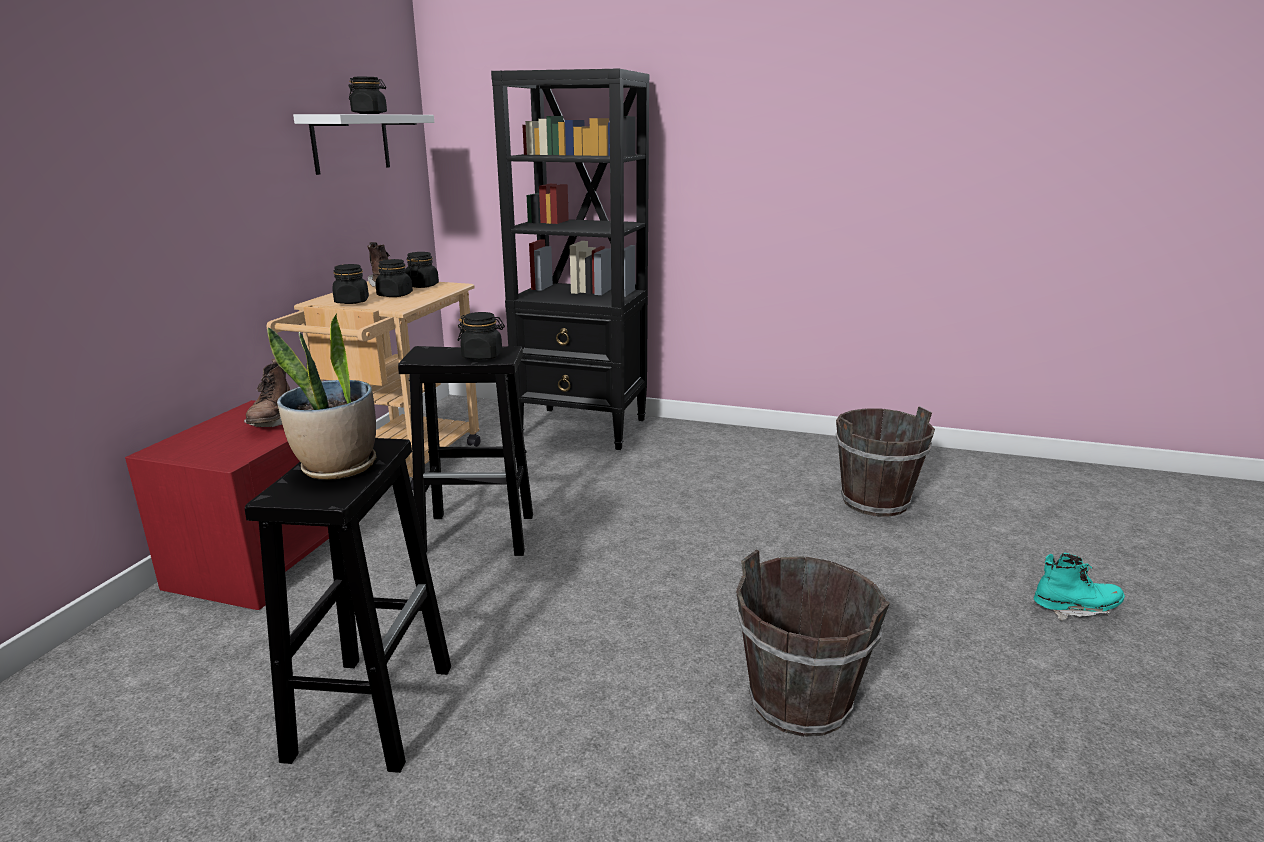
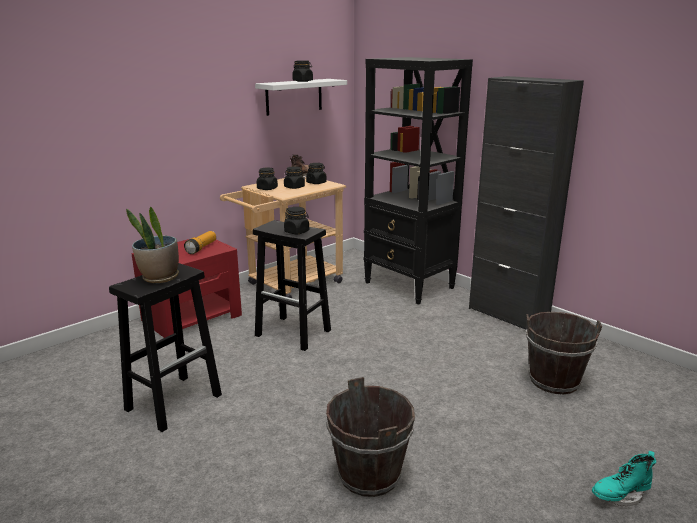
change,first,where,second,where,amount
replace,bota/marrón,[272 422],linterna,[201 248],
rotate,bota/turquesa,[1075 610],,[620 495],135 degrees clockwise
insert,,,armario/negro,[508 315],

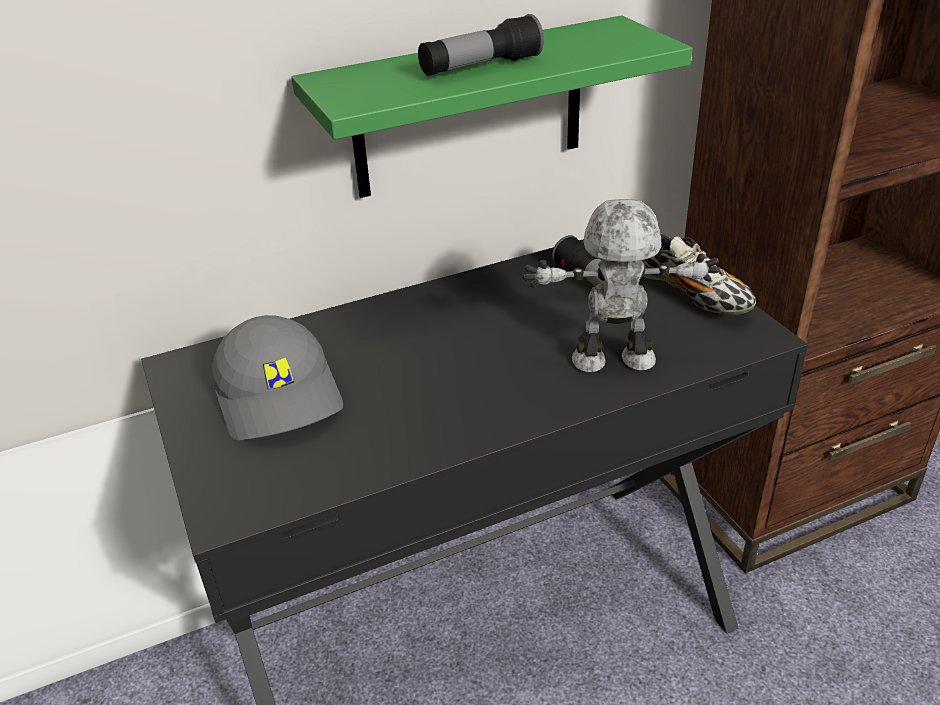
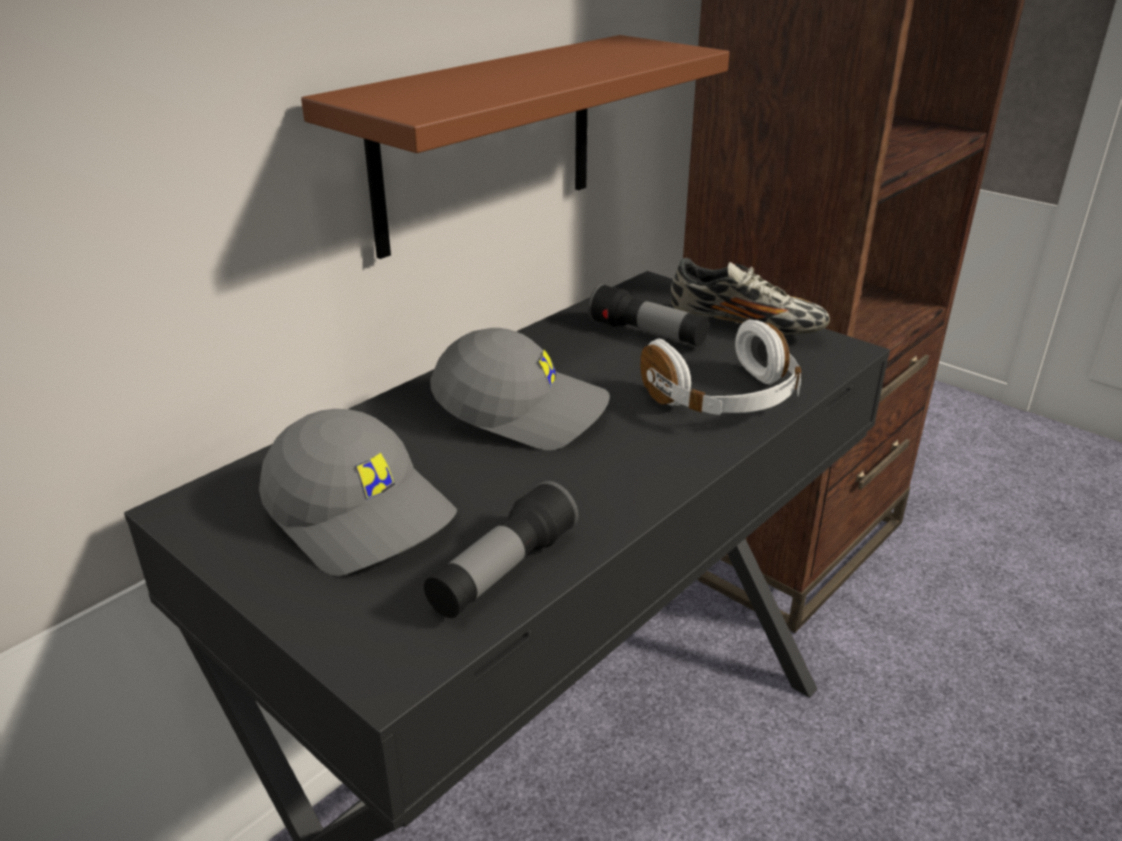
change,first,where,second,where,amount
recolor,estante/verde,[469 109],estante/marrón,[486 143],
move,linterna,[480 67],,[503 571],
replace,robot de juguete,[614 363],auriculares/blanco,[725 399],
insert,,,gorra/gris,[522 409],

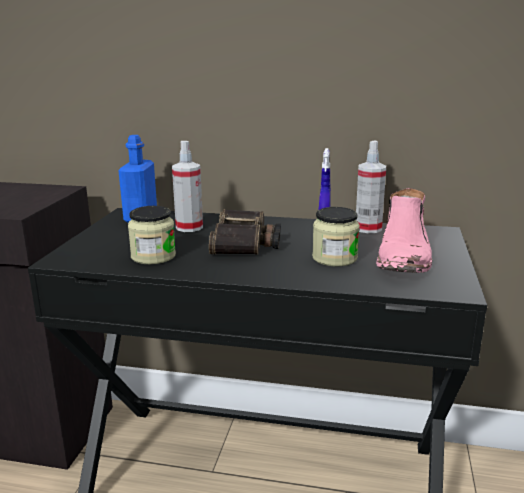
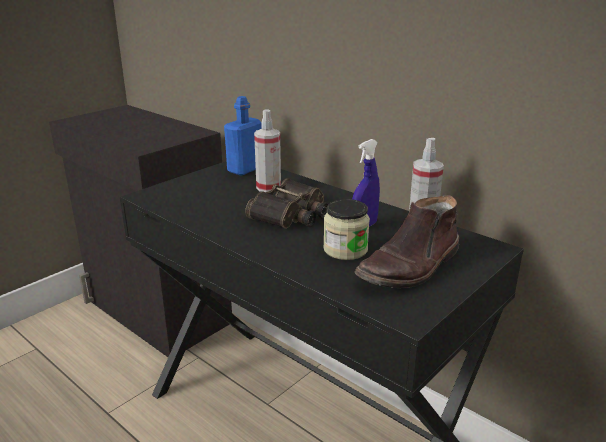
change,first,where,second,where,amount
delete,tarro,[153 256],,,
recolor,bota/rosa,[404 257],bota/marrón,[411 267],

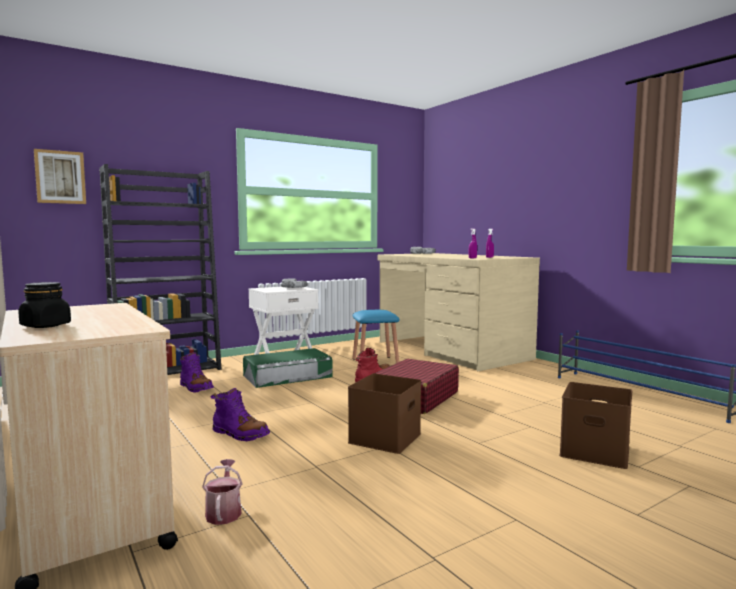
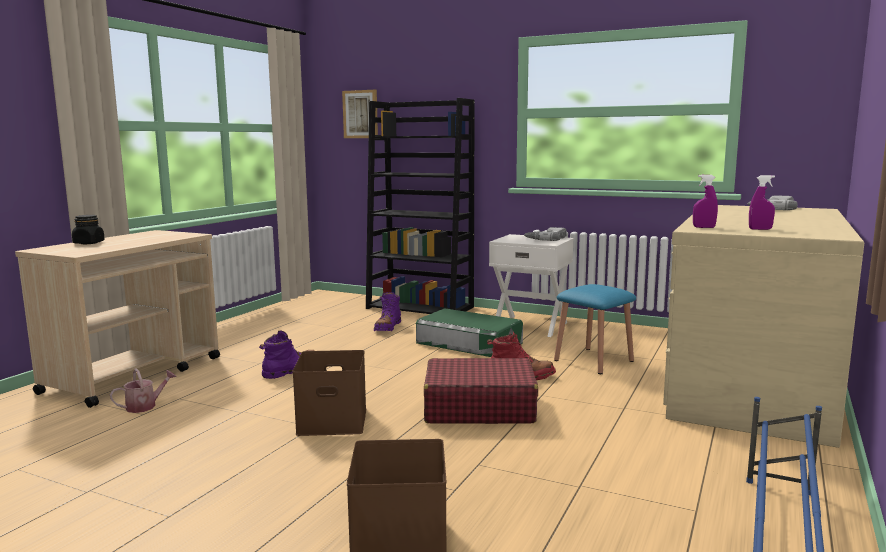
change,first,where,second,where,amount
rotate,bota/morado,[240 434],,[291 370],135 degrees counterclockwise

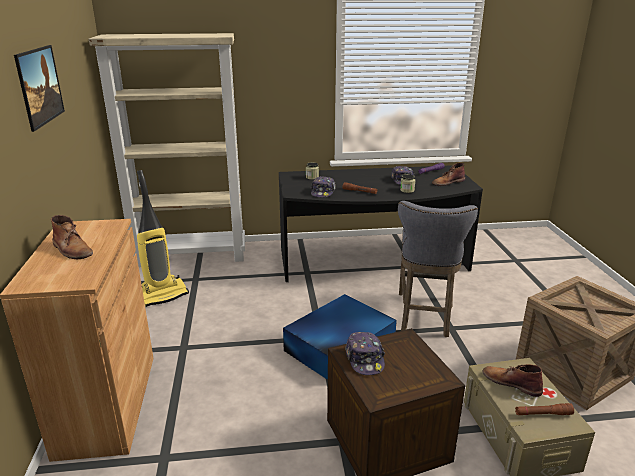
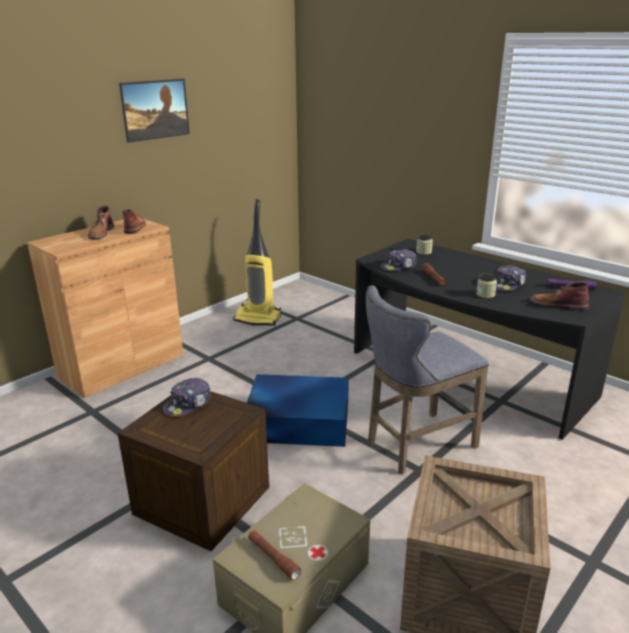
change,first,where,second,where,amount
delete,estantería/beis,[191 255],,,
move,bota/marrón,[511 382],,[135 227],

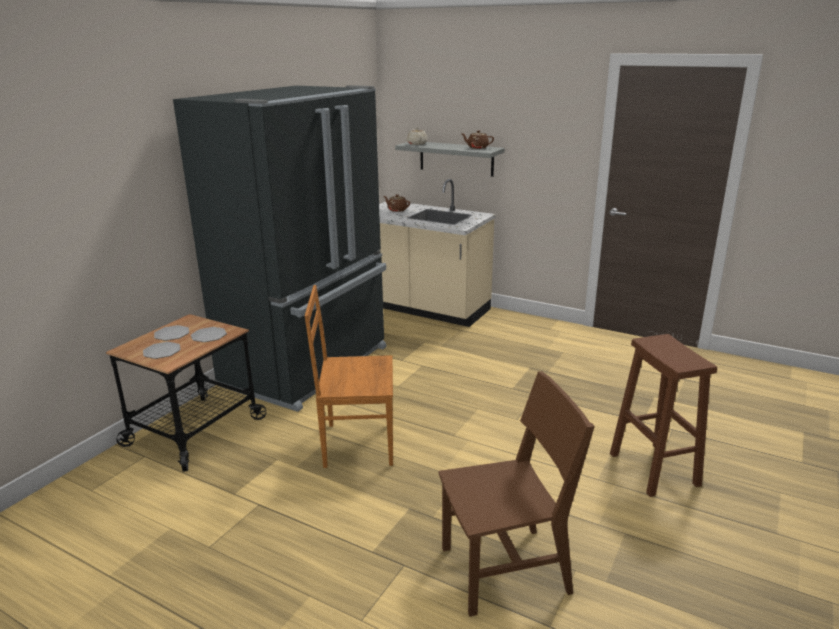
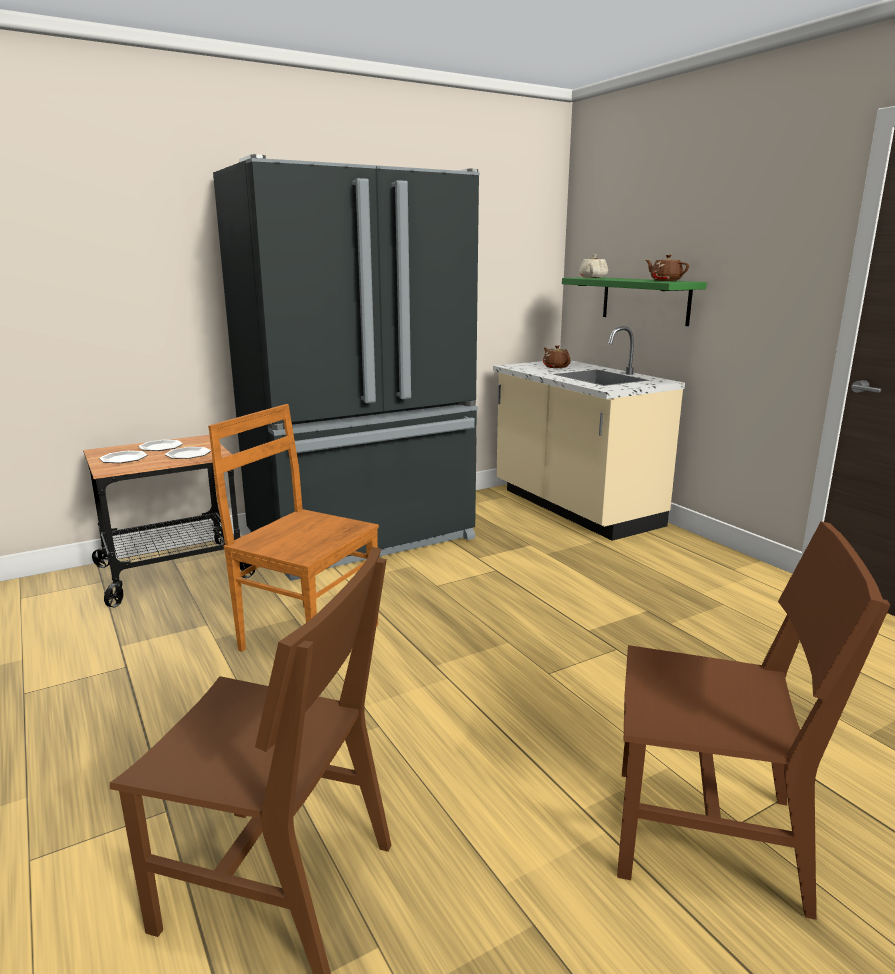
change,first,where,second,where,amount
recolor,estante/gris,[456 158],estante/verde,[645 300],
replace,taburete/marrón,[655 470],silla/marrón,[707 837],

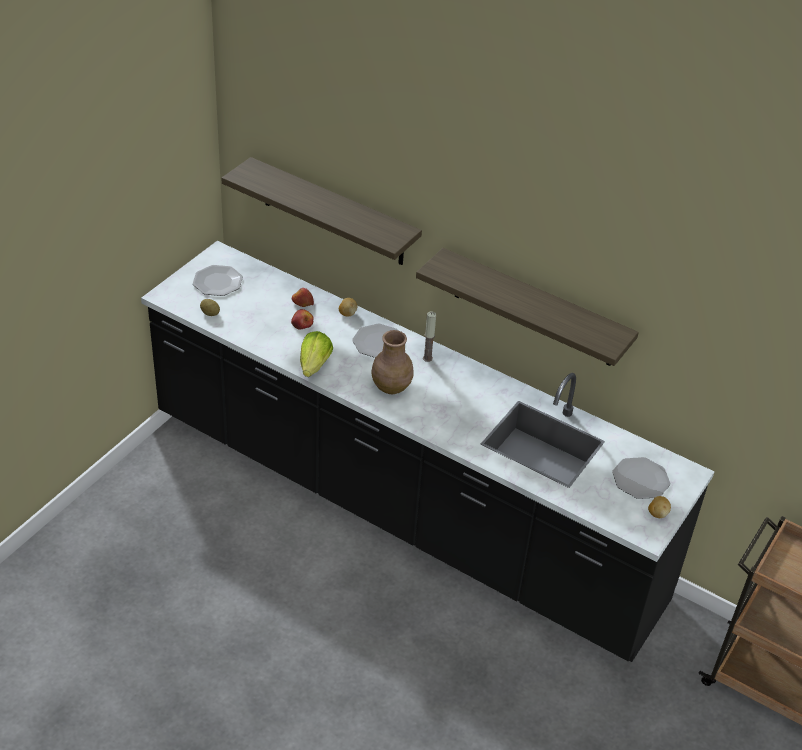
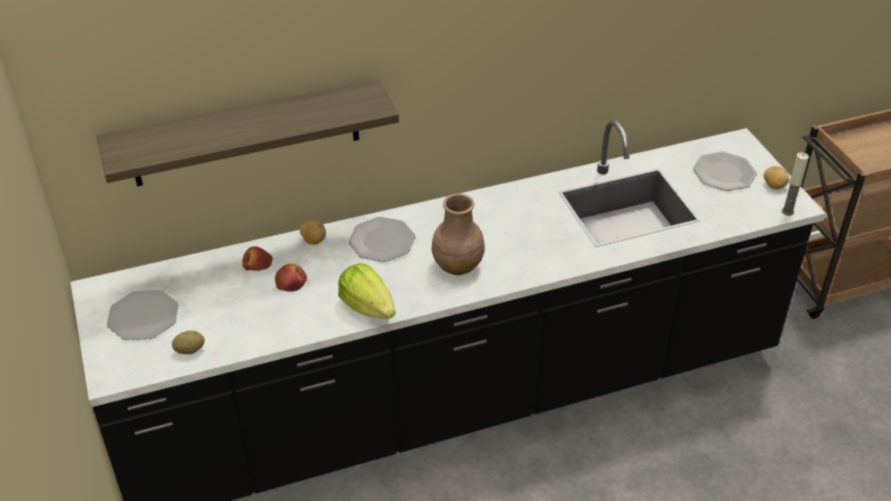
change,first,where,second,where,amount
delete,estante,[534 309],,,
move,vela,[427 358],,[787 211],

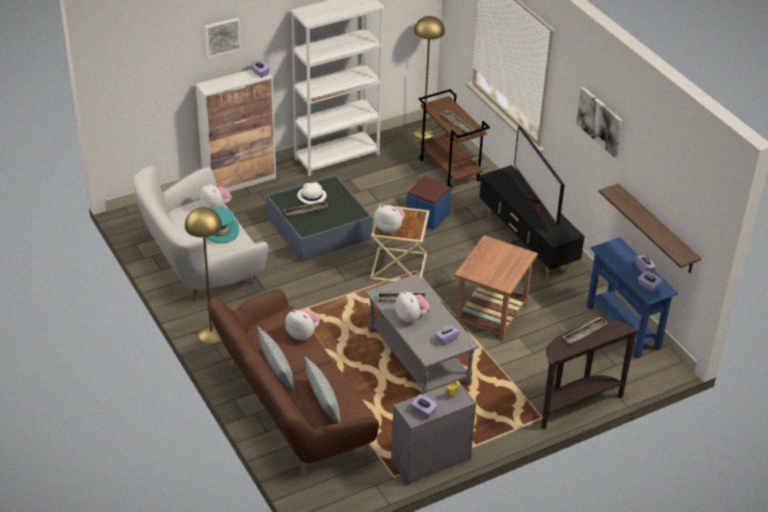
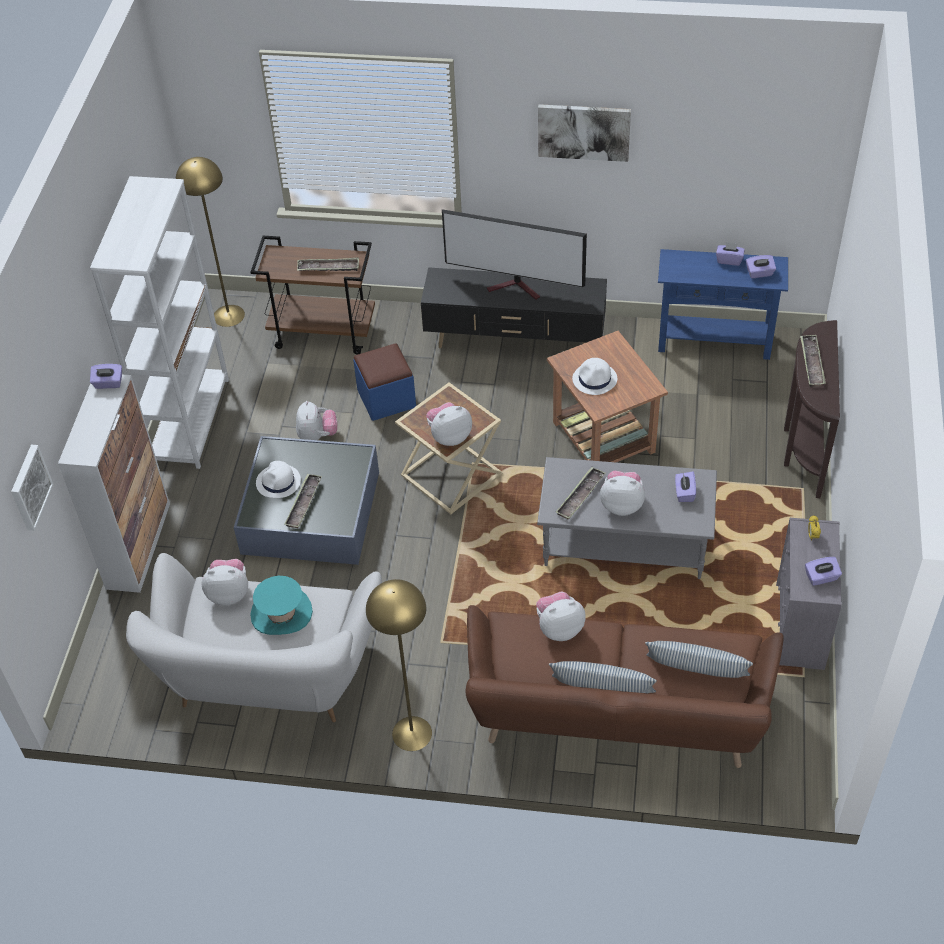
change,first,where,second,where,amount
move,cuadro,[222 36],,[29 487],
delete,estante,[656 229],,,
insert,,,peluche,[317 436],
insert,,,sombrero/blanco,[595 379],

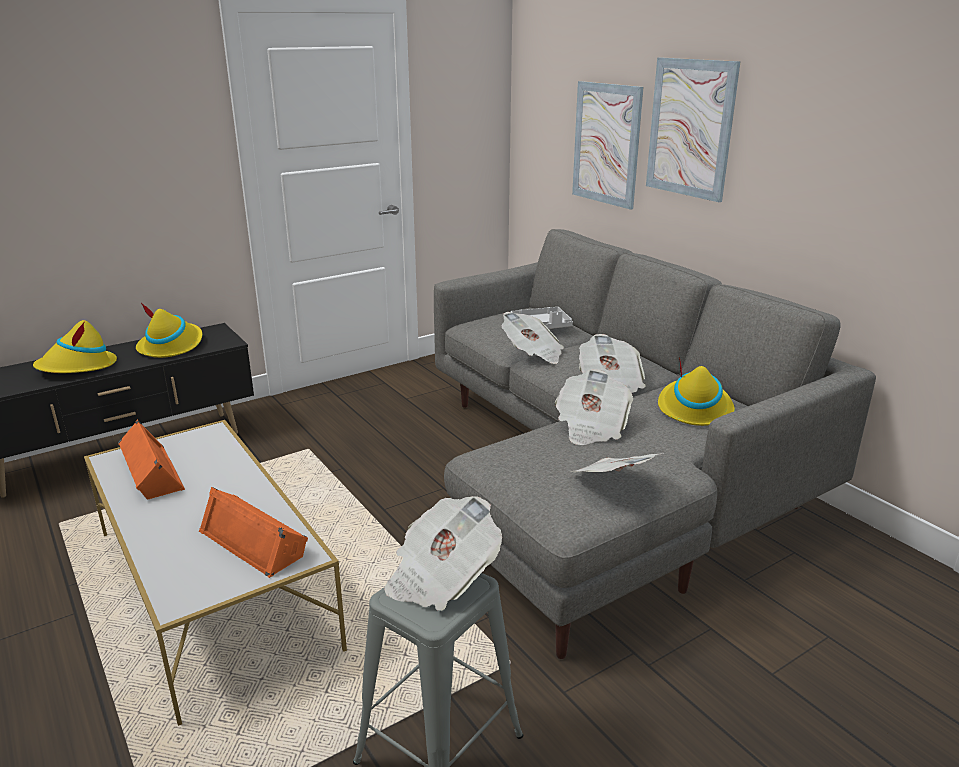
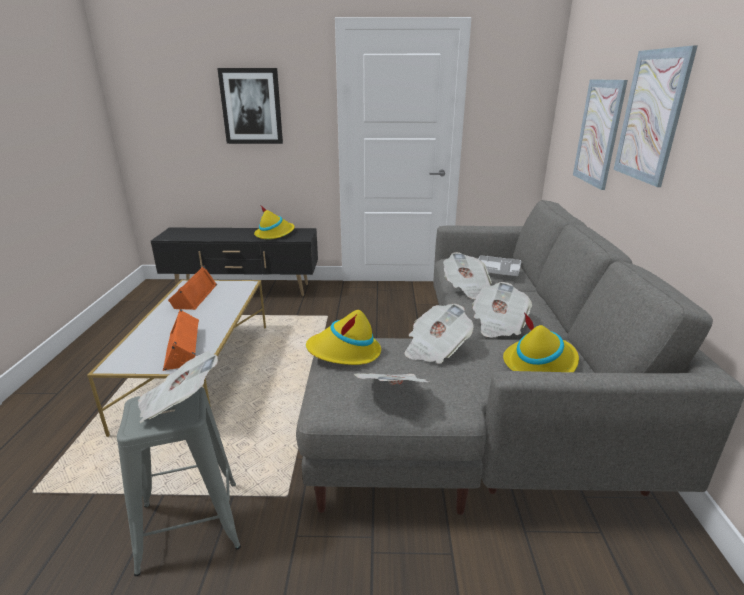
change,first,where,second,where,amount
move,sombrero/amarillo,[78 367],,[344 352],
insert,,,cuadro,[251 106],

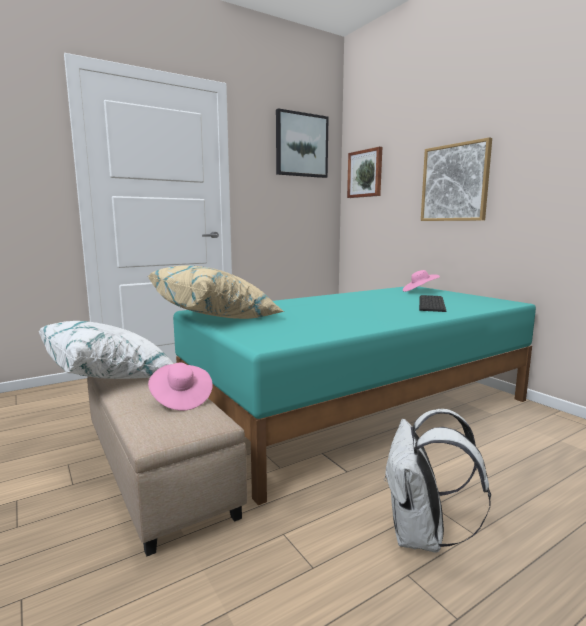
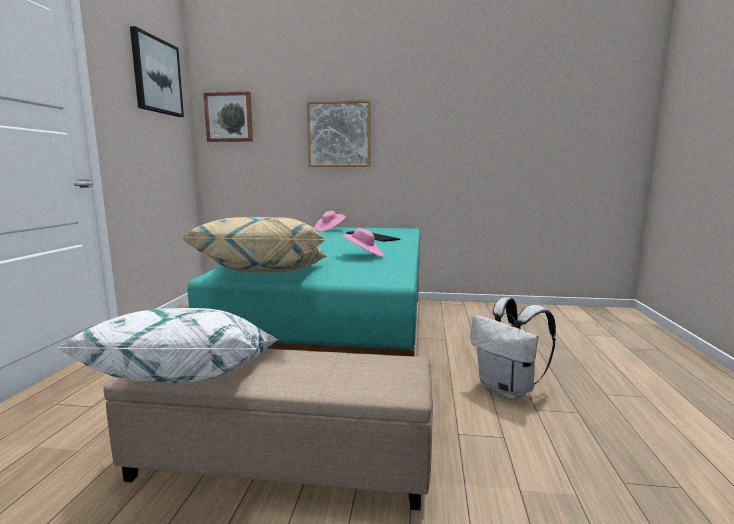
change,first,where,second,where,amount
move,sombrero/rosa,[181 399],,[363 256],

